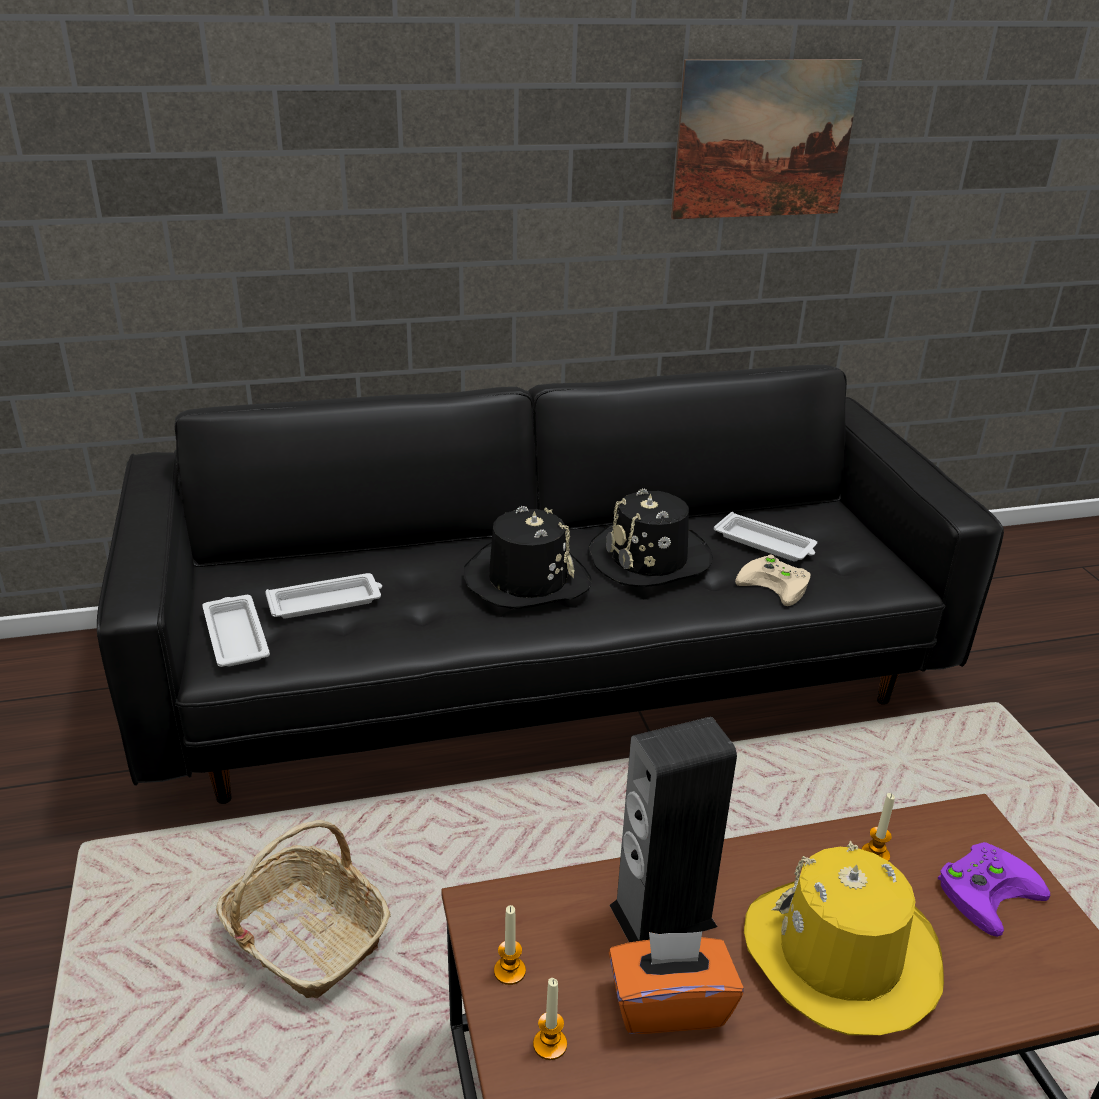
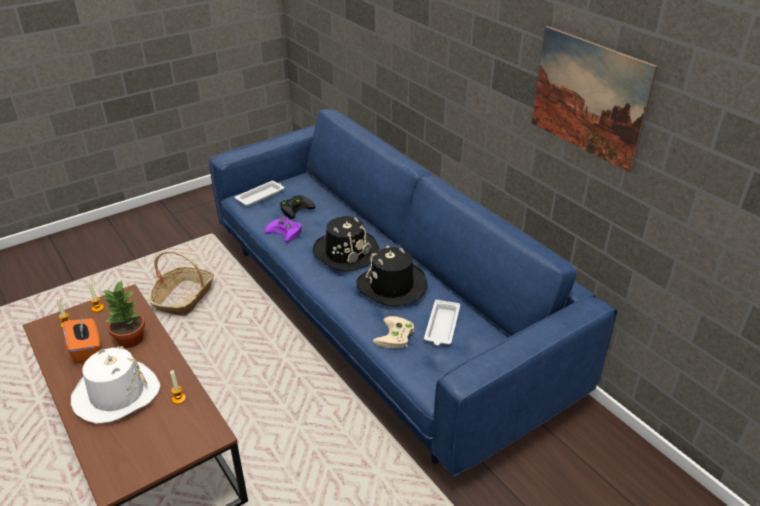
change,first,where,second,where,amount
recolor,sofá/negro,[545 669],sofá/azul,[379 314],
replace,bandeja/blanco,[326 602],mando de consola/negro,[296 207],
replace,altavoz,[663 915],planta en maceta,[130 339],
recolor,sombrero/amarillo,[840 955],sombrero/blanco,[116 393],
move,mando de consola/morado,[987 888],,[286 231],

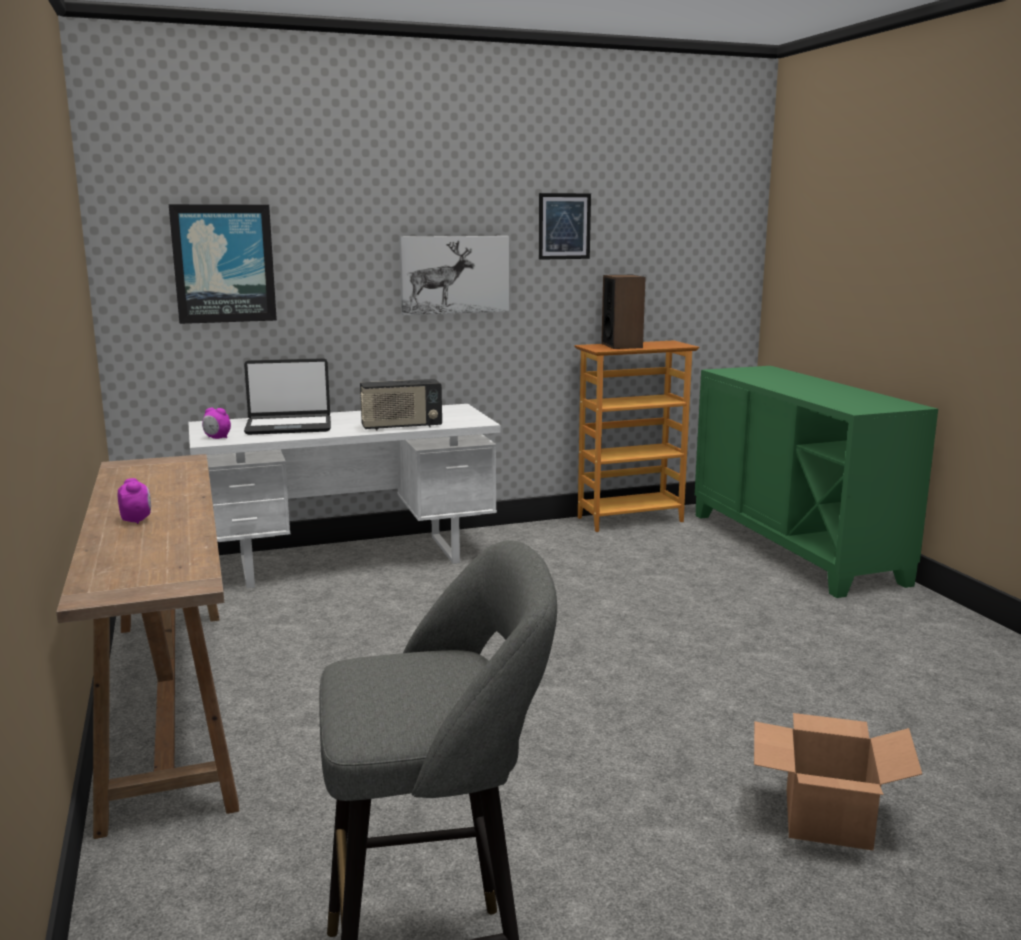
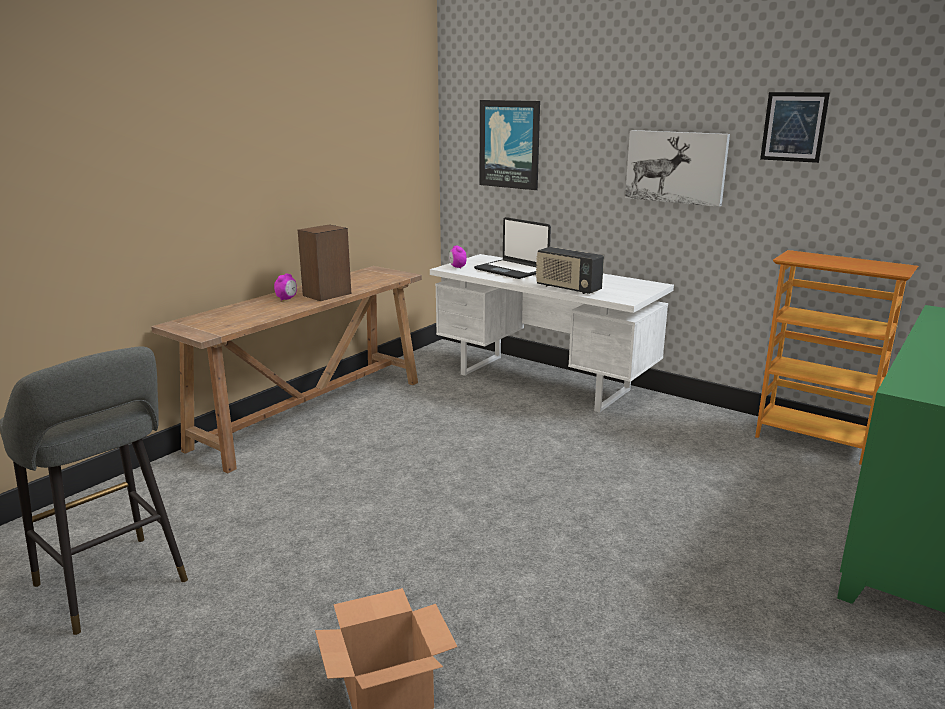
change,first,where,second,where,amount
move,altavoz,[622 345],,[327 294],

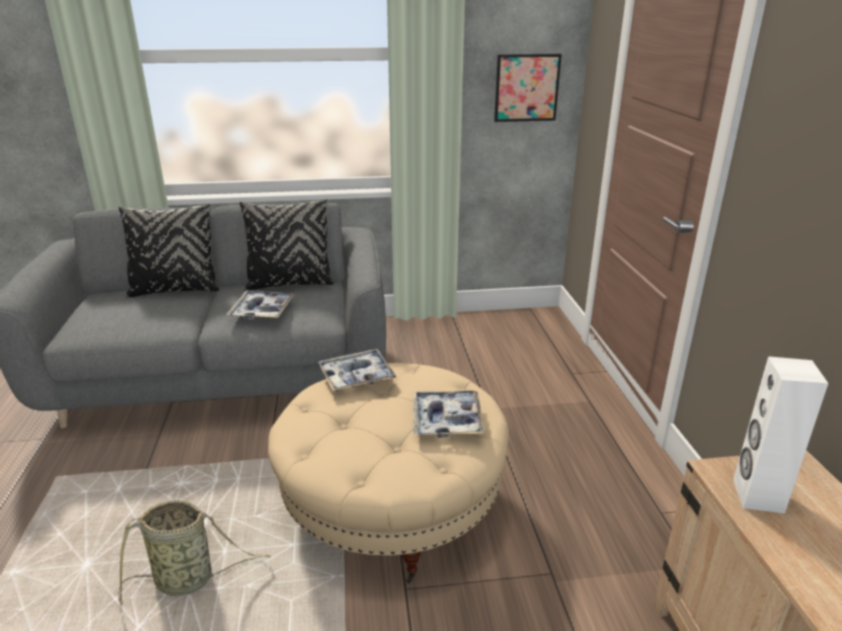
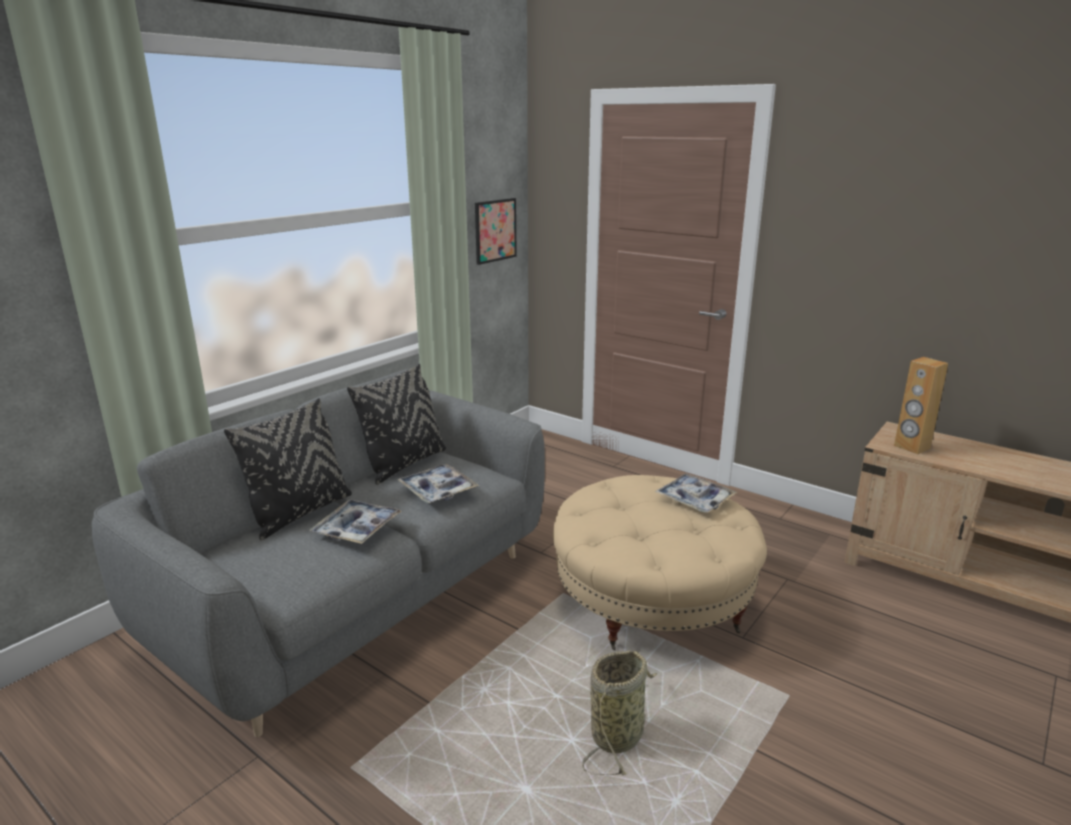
change,first,where,second,where,amount
move,bandeja,[357 377],,[356 529],
recolor,altavoz/blanco,[757 496],altavoz/marrón,[911 447],

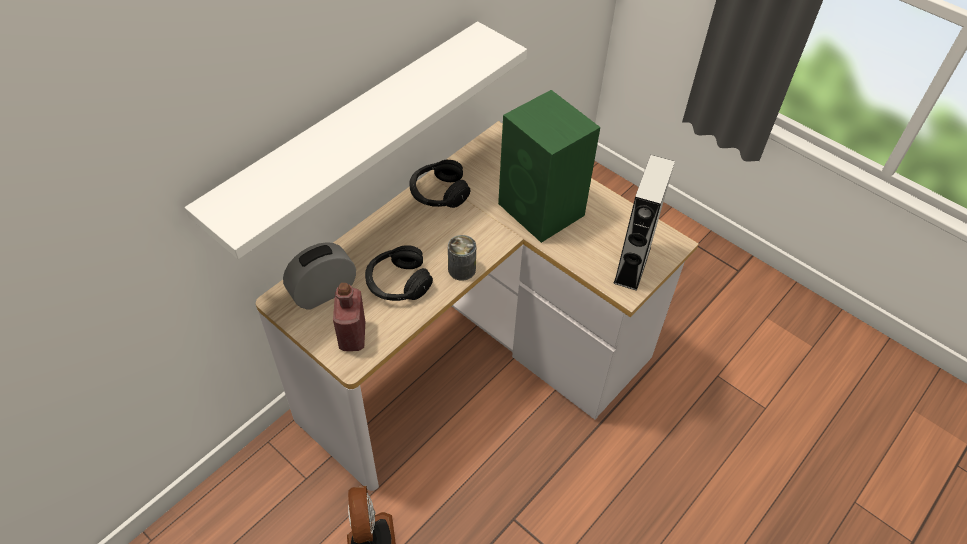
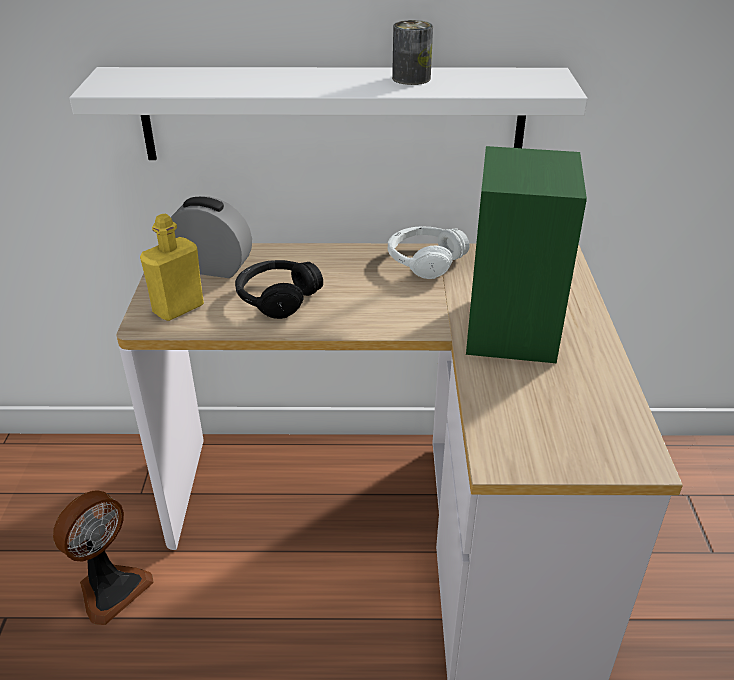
change,first,where,second,where,amount
recolor,botella/rojo,[352 336],botella/amarillo,[178 308],
recolor,auriculares/negro,[438 193],auriculares/blanco,[424 261],
move,lata,[461 269],,[411 78],
delete,altavoz/gris,[632 265],,,

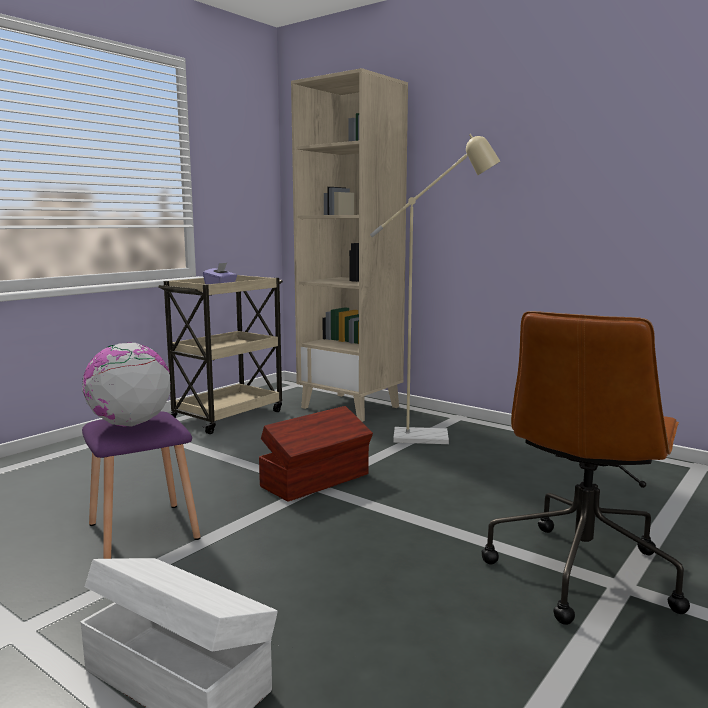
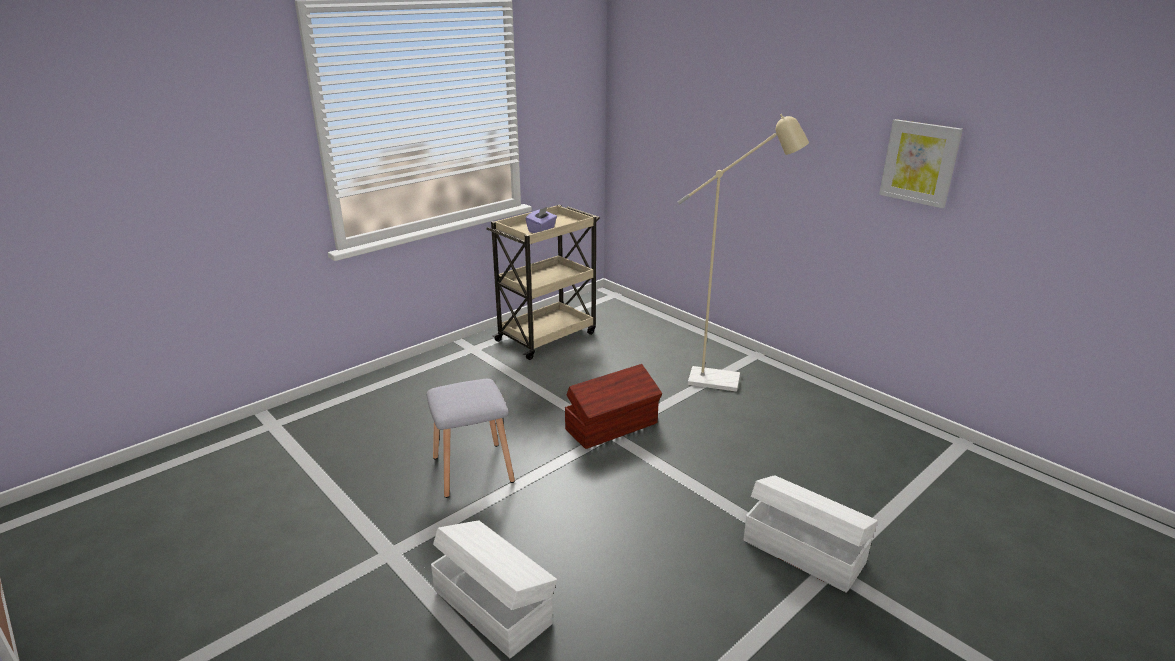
change,first,where,second,where,amount
delete,globo terráqueo,[130 424],,,
recolor,taburete/morado,[142 532],taburete/gris,[471 470],
delete,estantería/beis,[351 407],,,
replace,silla de oficina/marrón,[581 571],caja de almacenaje/blanco,[803 550],
insert,,,cuadro,[920 162],

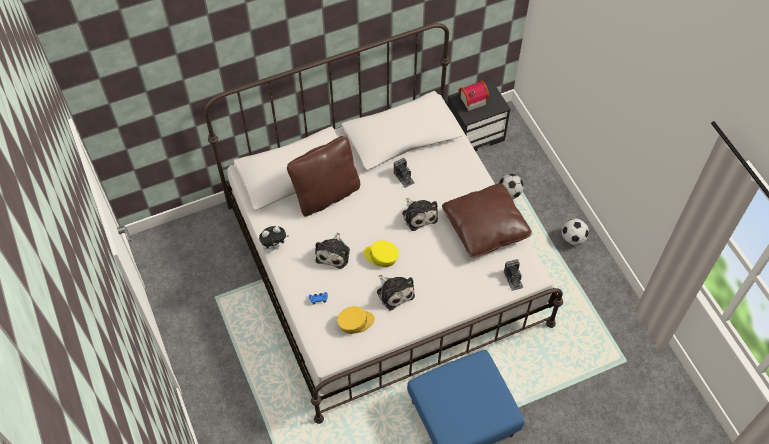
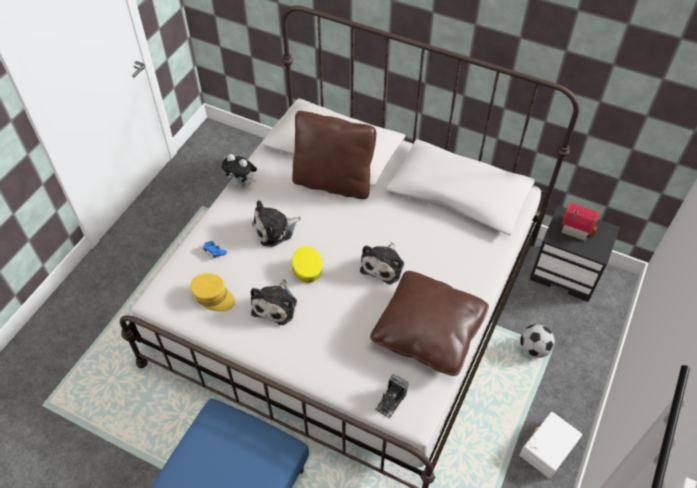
change,first,where,second,where,amount
delete,cámara,[404 177],,,
replace,balón de fútbol,[573 238],caja de almacenaje/blanco,[546 448],

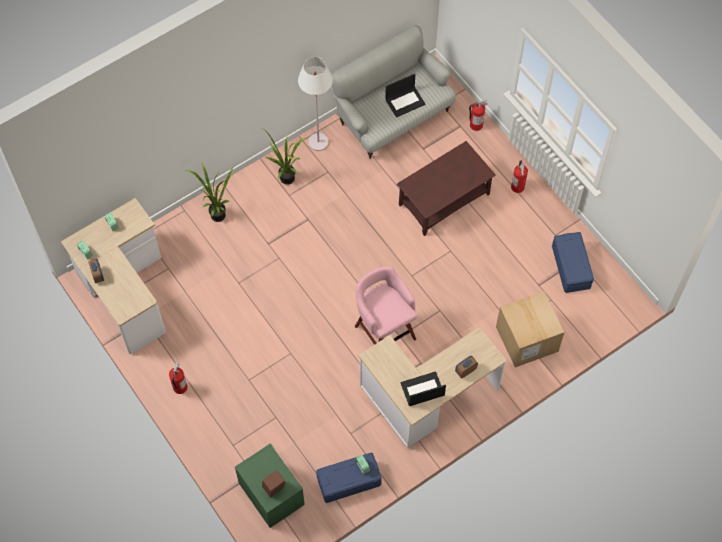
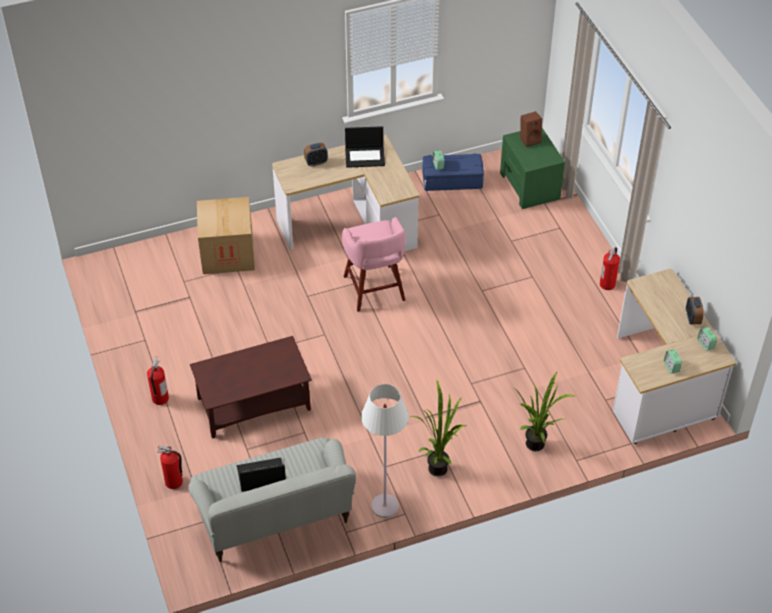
change,first,where,second,where,amount
delete,caja de almacenaje/azul,[571 267],,,

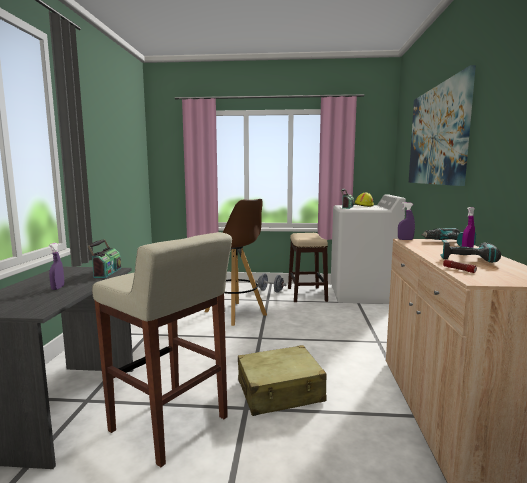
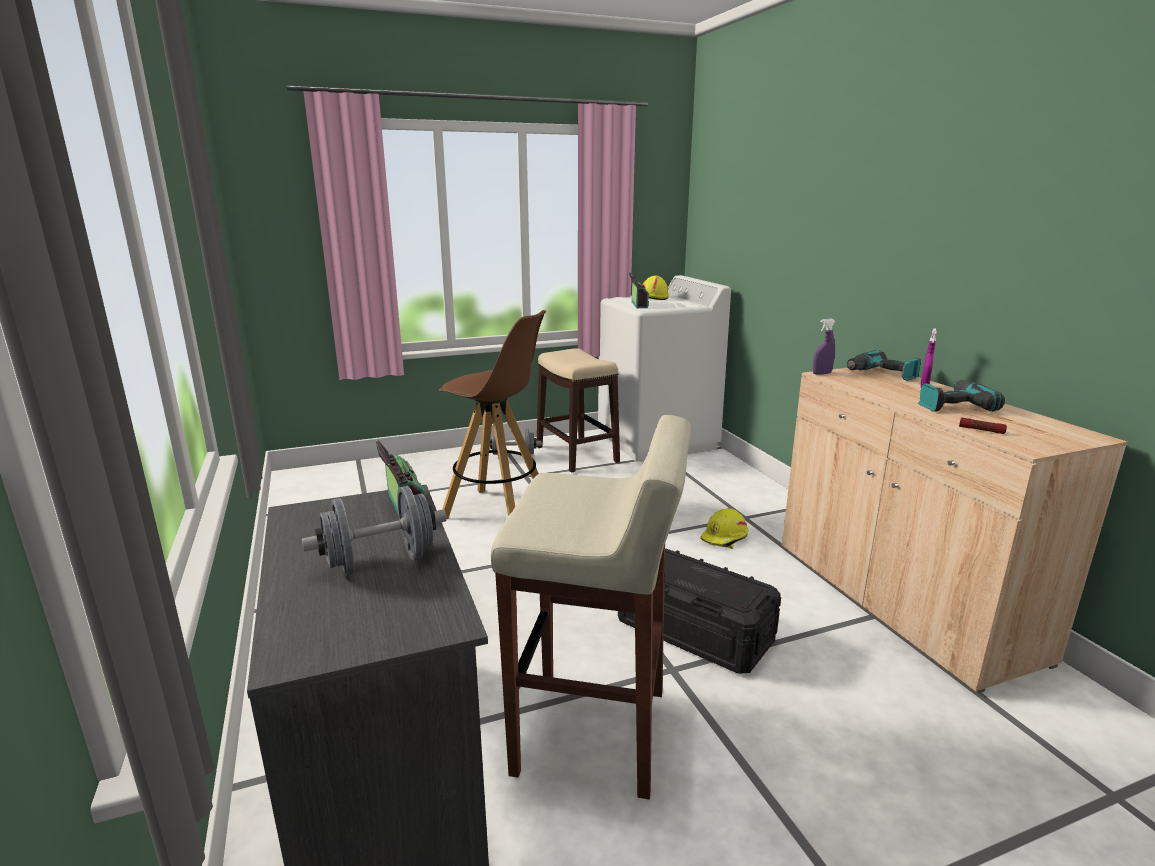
change,first,where,second,where,amount
replace,pulverizador/morado,[58 288],mancuerna/gris,[380 562],
replace,maleta/beis,[280 392],caja de almacenaje/negro,[693 630],
delete,cuadro,[437 135],,,
insert,,,casco/amarillo,[725 538],

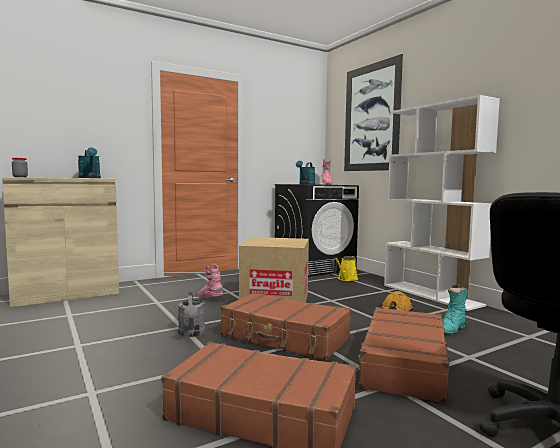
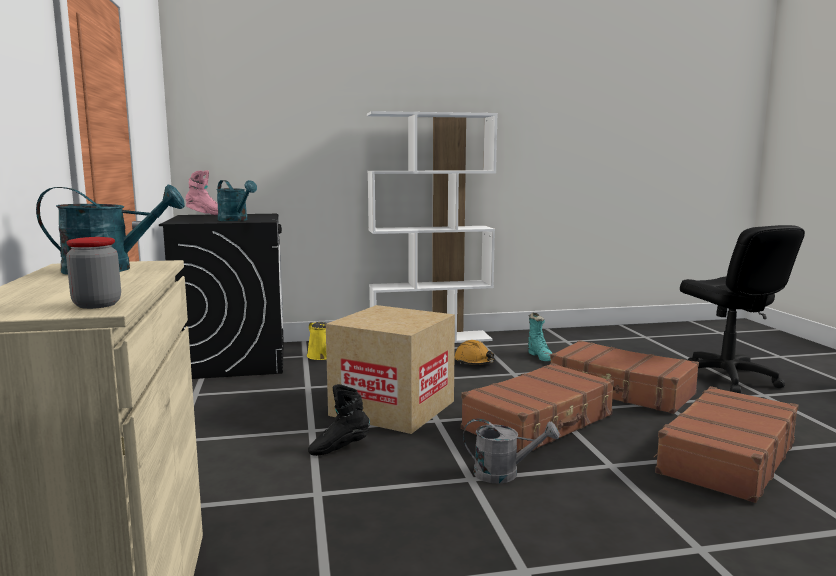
change,first,where,second,where,amount
recolor,bota/rosa,[210 299],bota/negro,[339 448],
delete,cuadro,[371 118],,,

